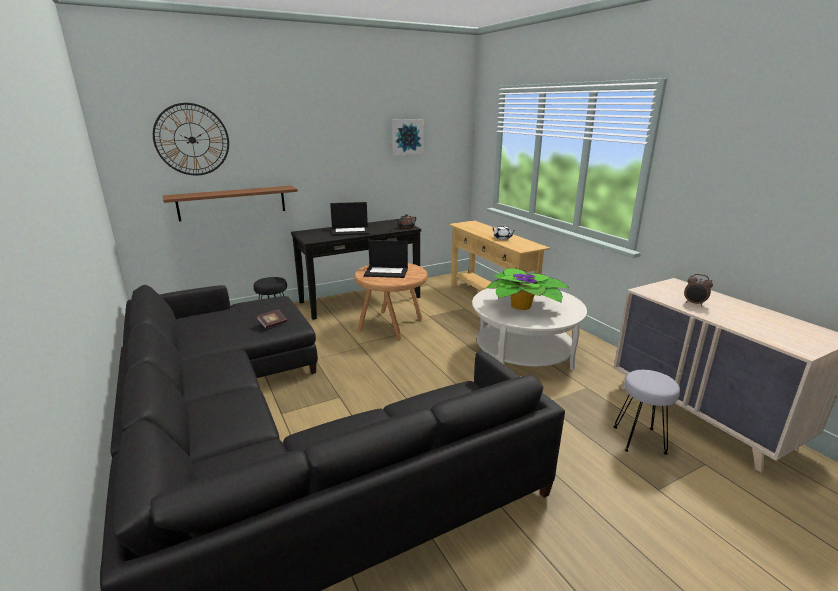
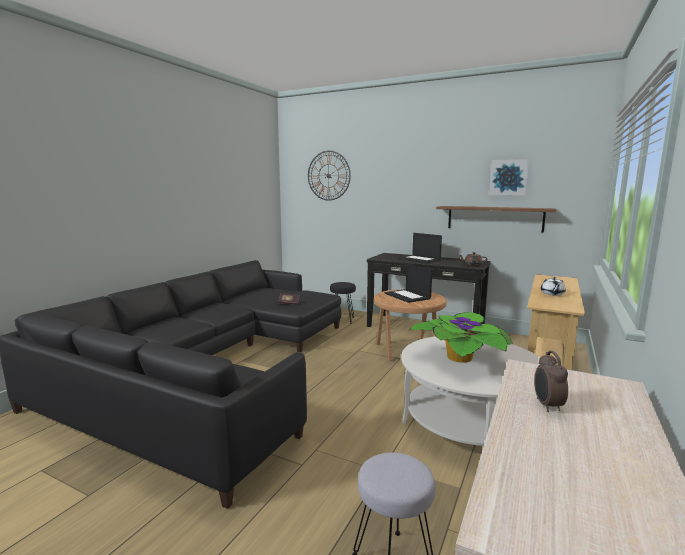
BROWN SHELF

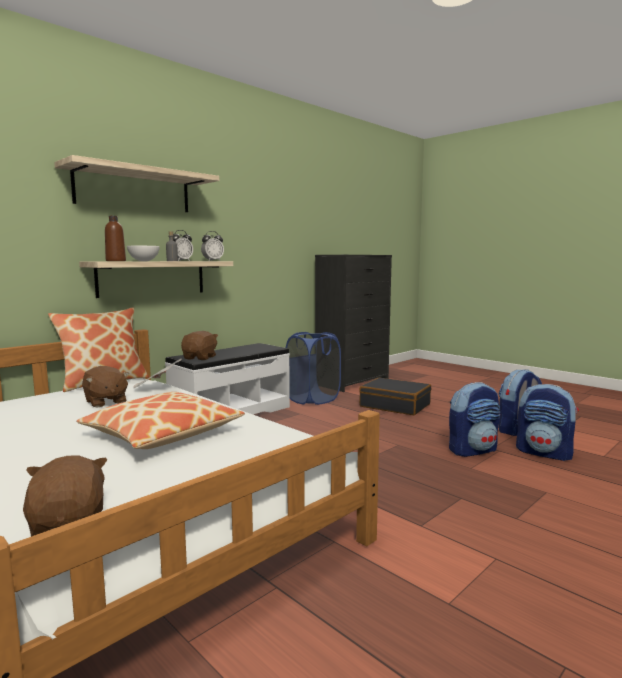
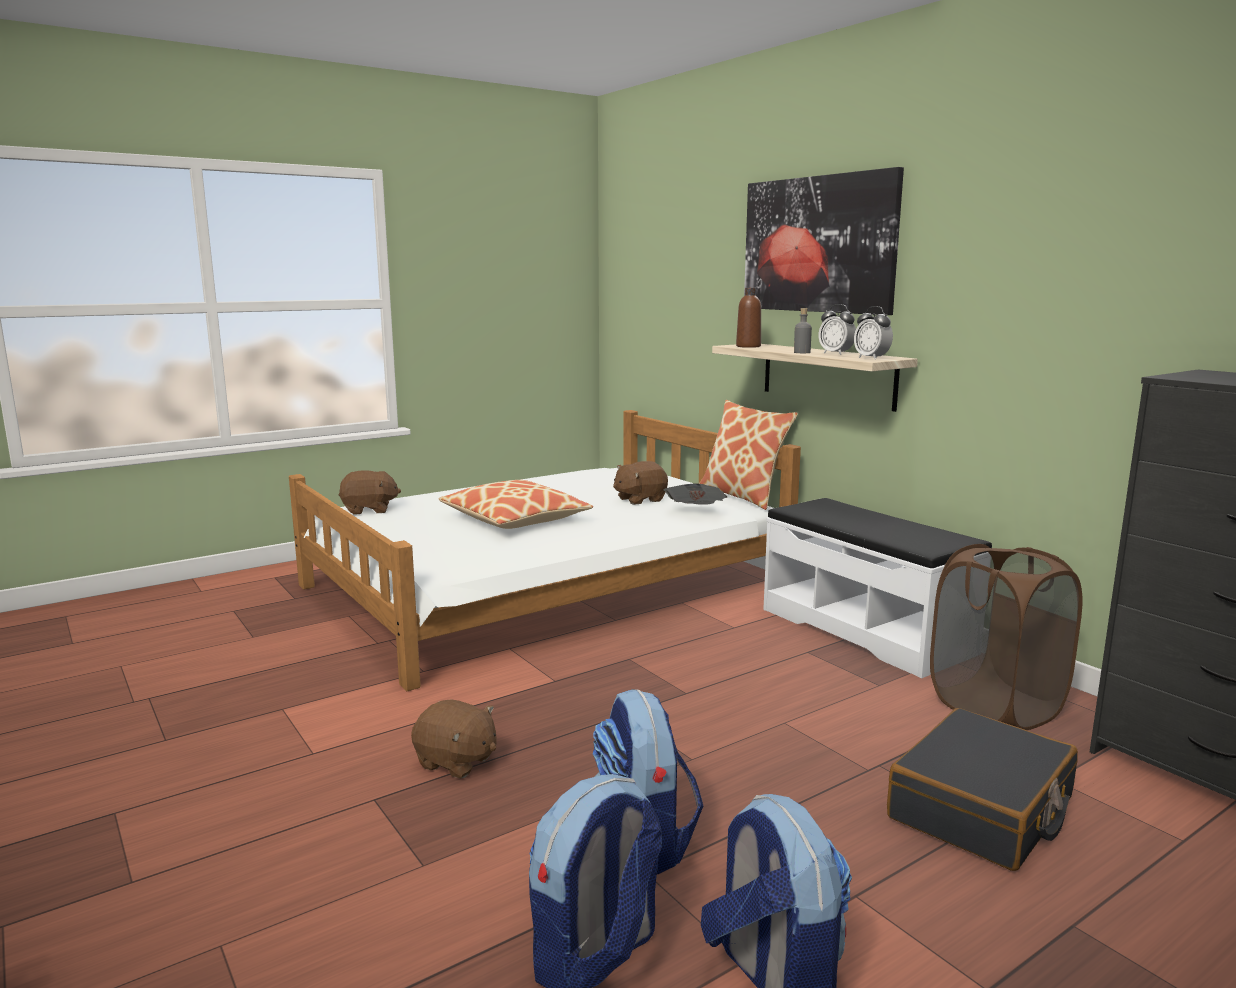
BROWN PLUSH TOY (2nd from left)
PICTURE
BROWN LAUNDRY BASKET
WHITE BOWL

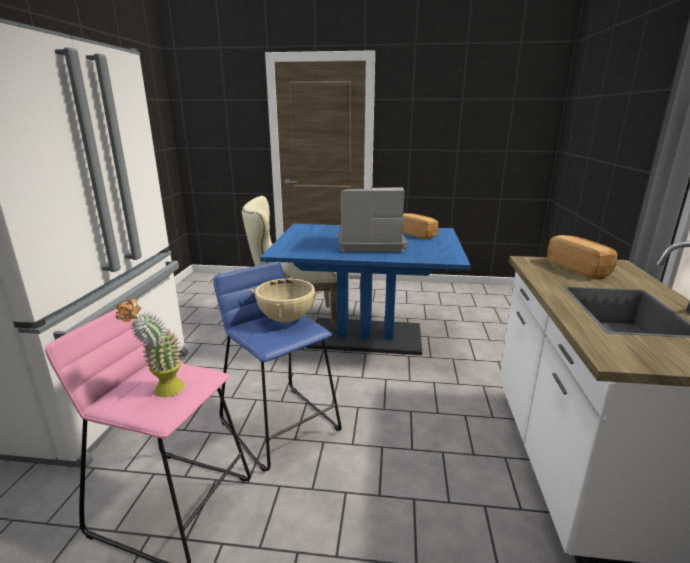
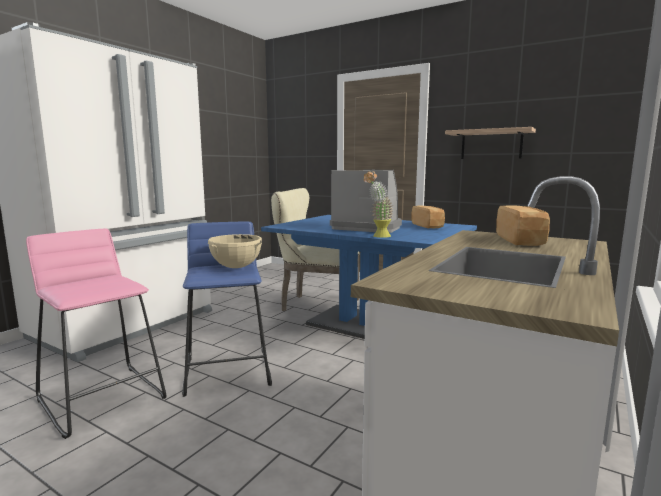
POTTED PLANT
SHELF

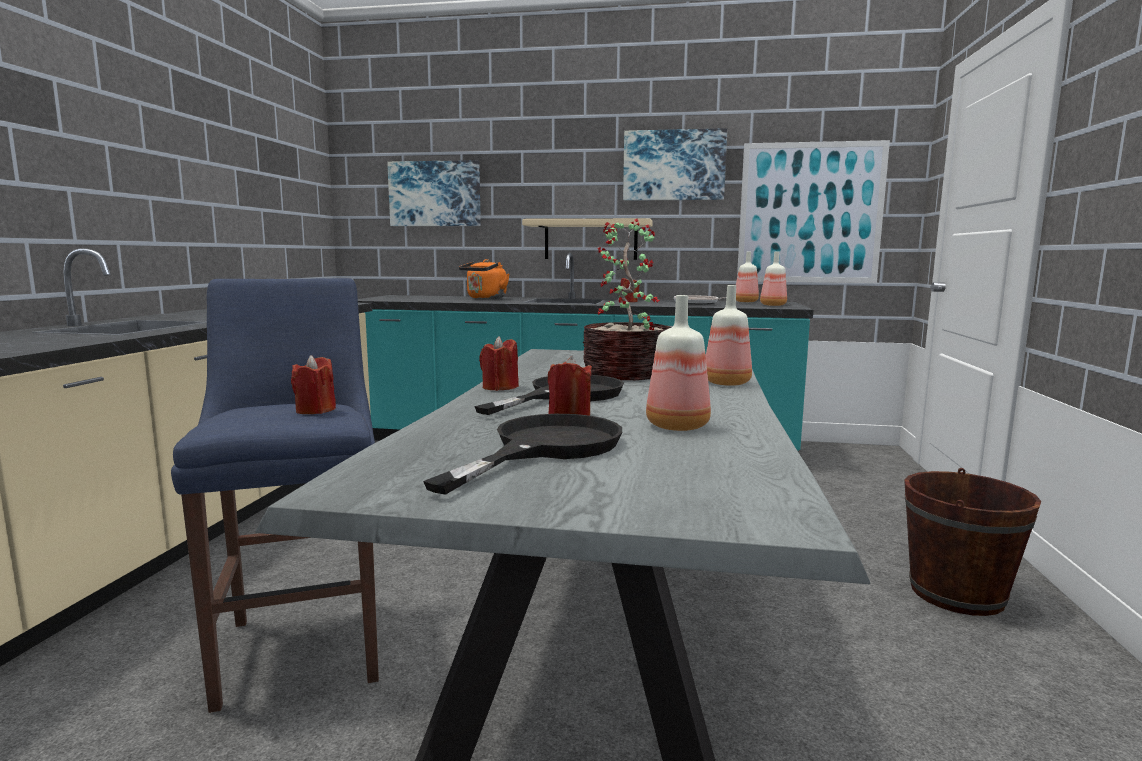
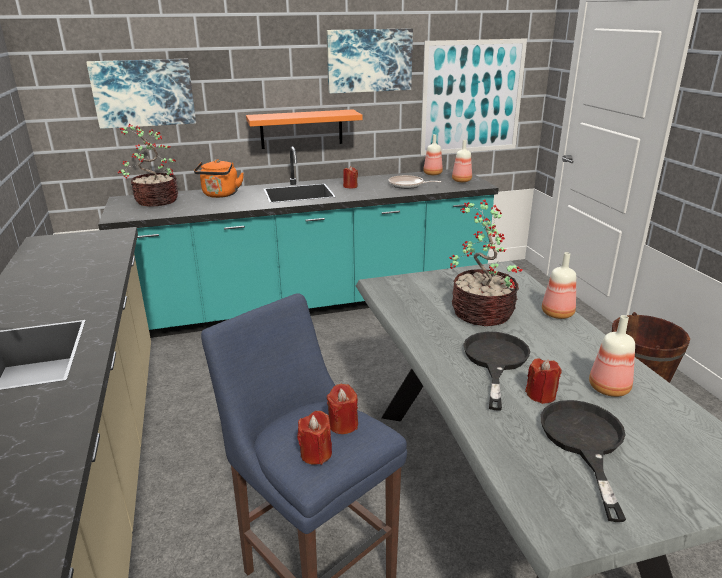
POTTED PLANT (1st from left)
ORANGE SHELF
RED CANDLE (1st from left)

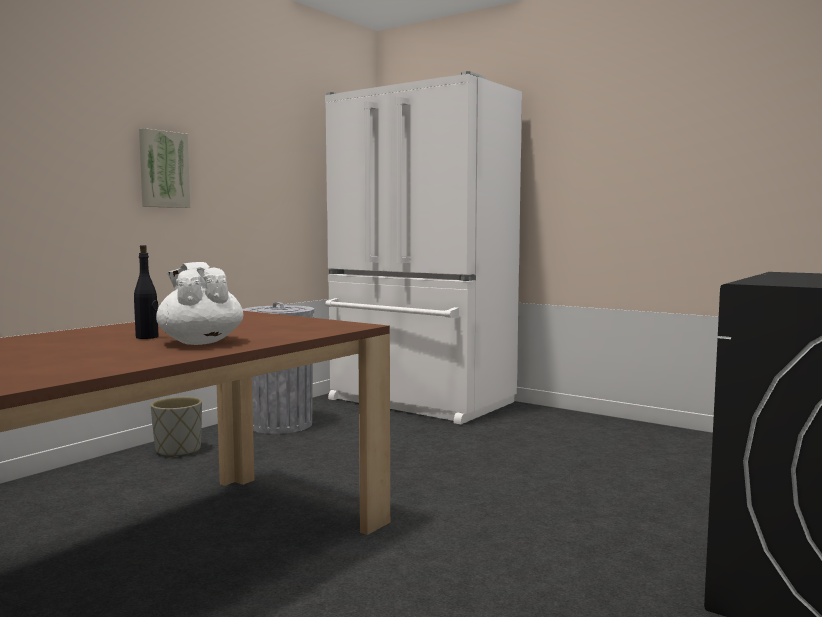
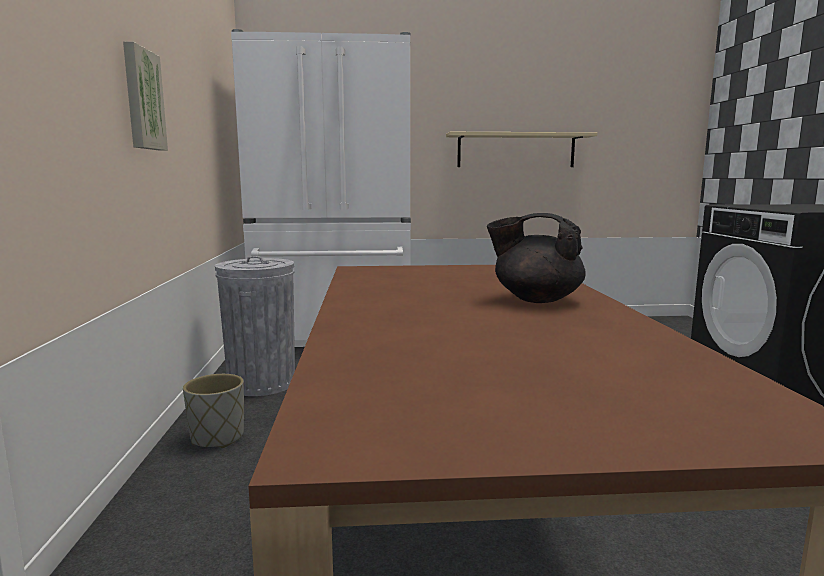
BEIGE SHELF
BLACK TEAPOT
BLACK BOTTLE

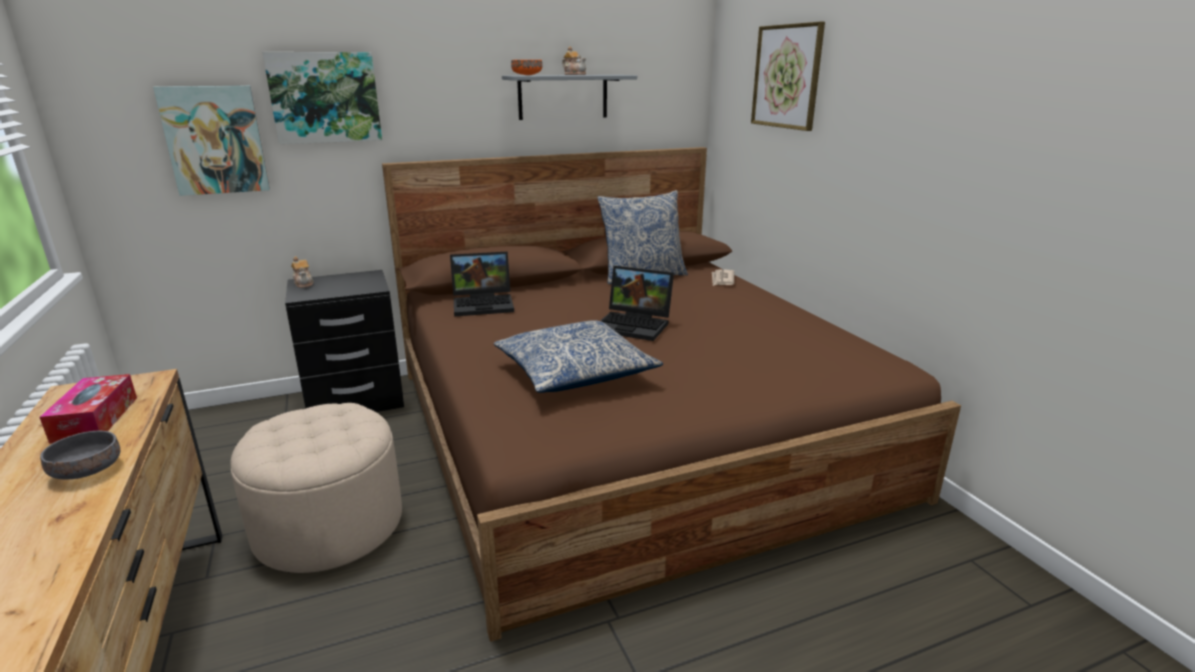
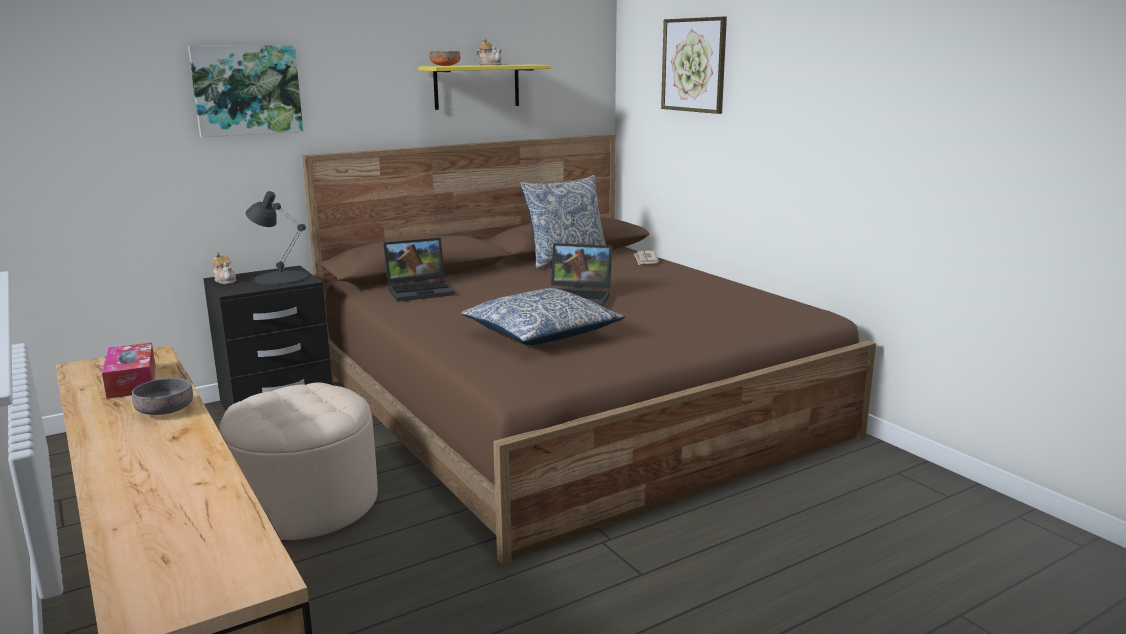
BLACK TABLE LAMP
YELLOW SHELF
PICTURE (1st from left in the first image)

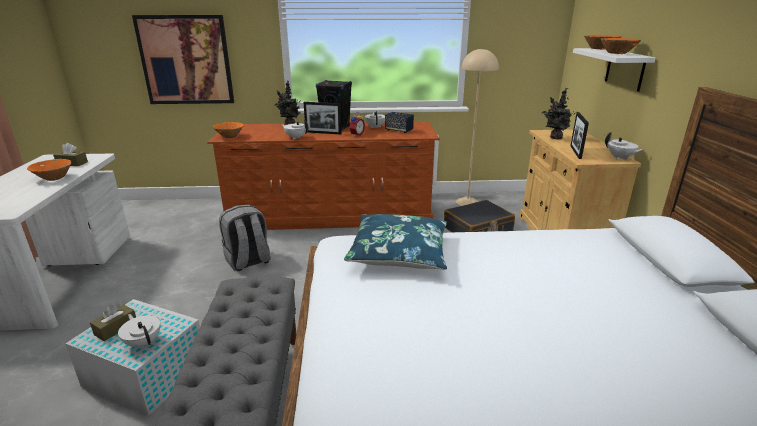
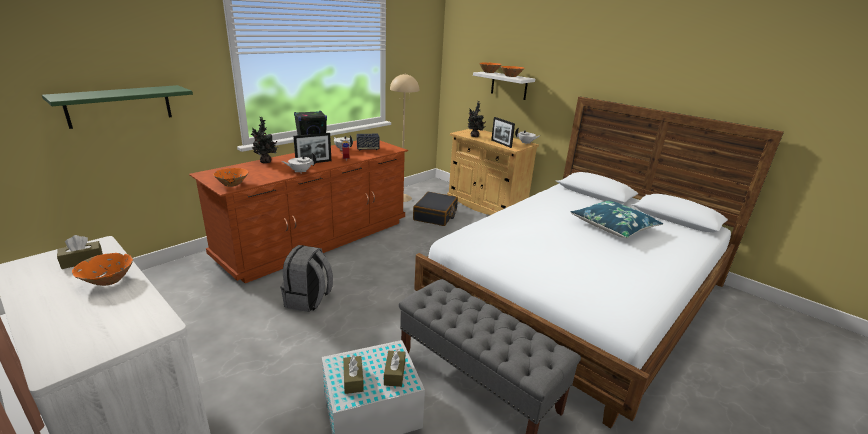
GREEN SHELF
BROWN TISSUE BOX (3rd from left)
BLUE PILLOW

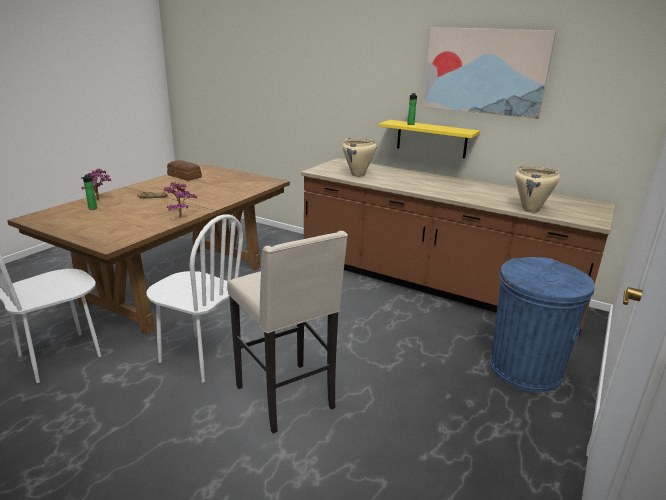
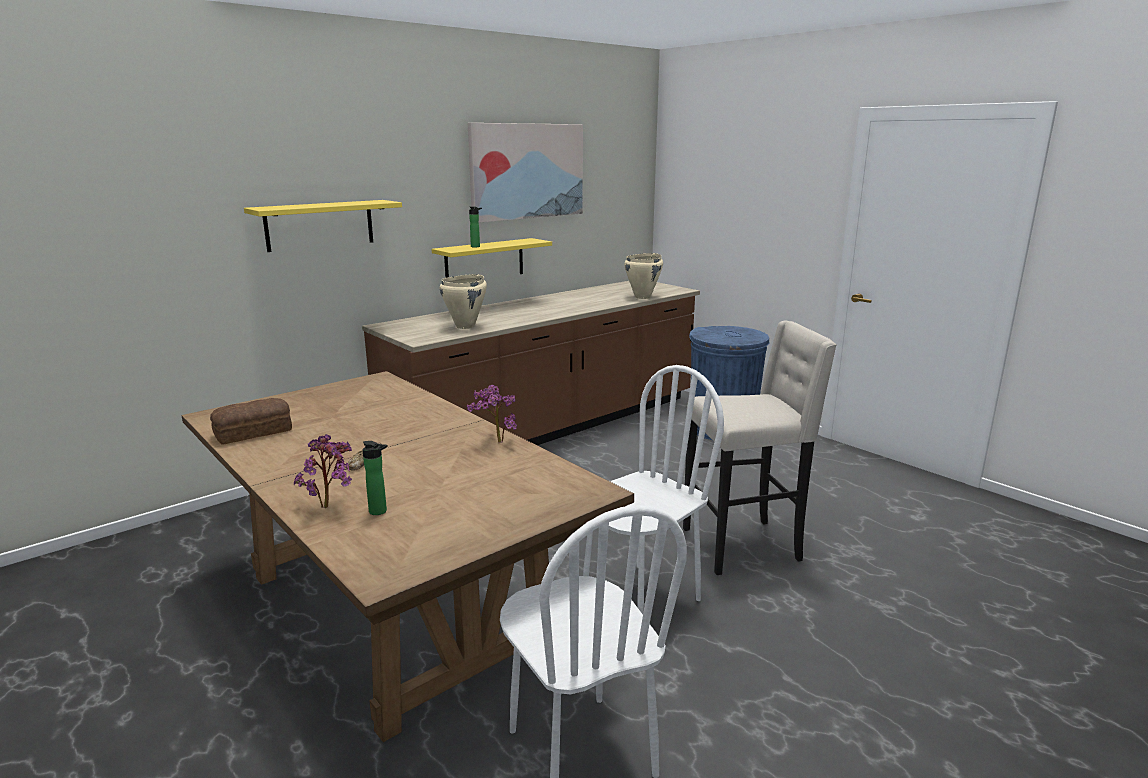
YELLOW SHELF (1st from left)

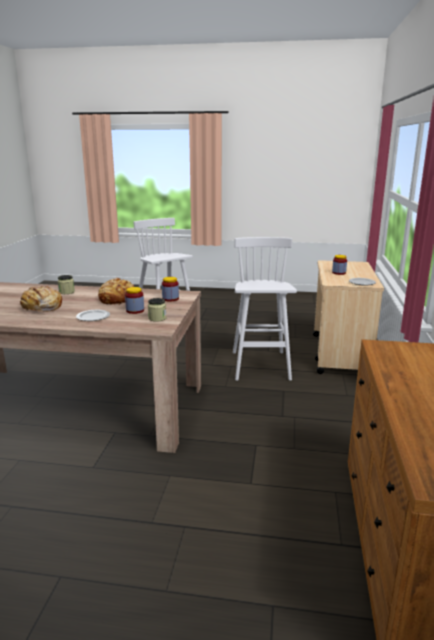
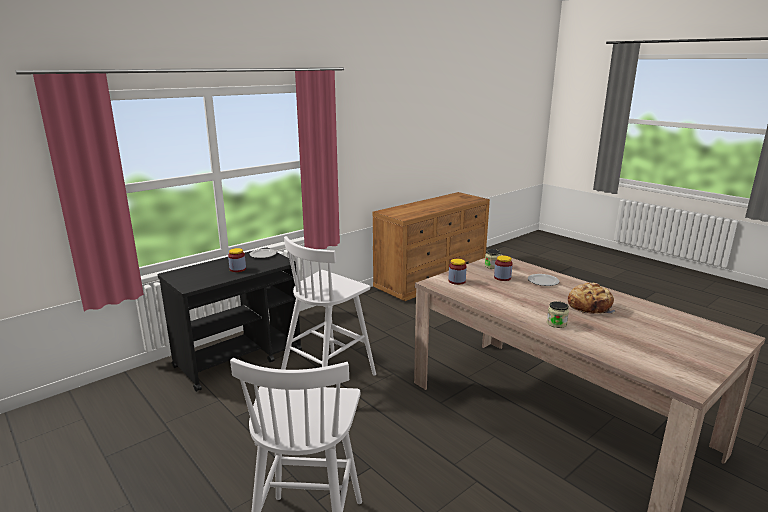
BLACK CART
BREAD (2nd from left in the first image)

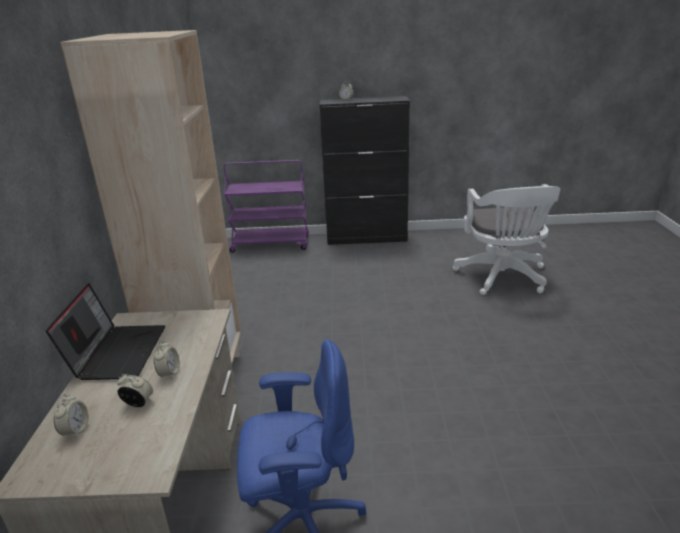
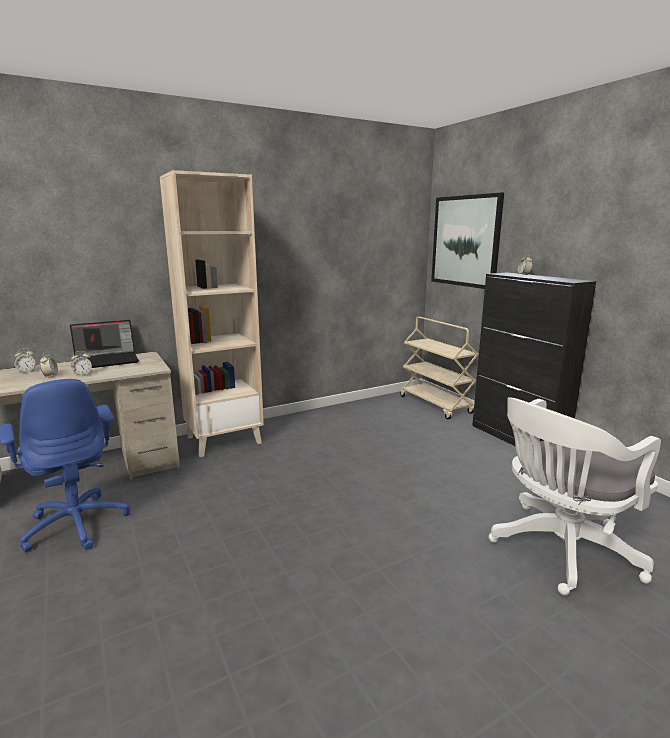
BEIGE CART
PICTURE

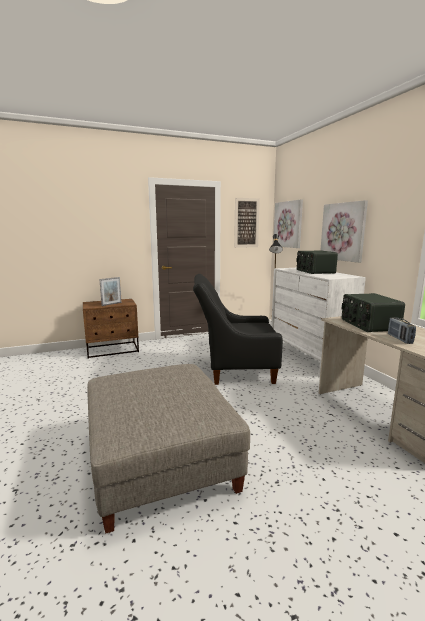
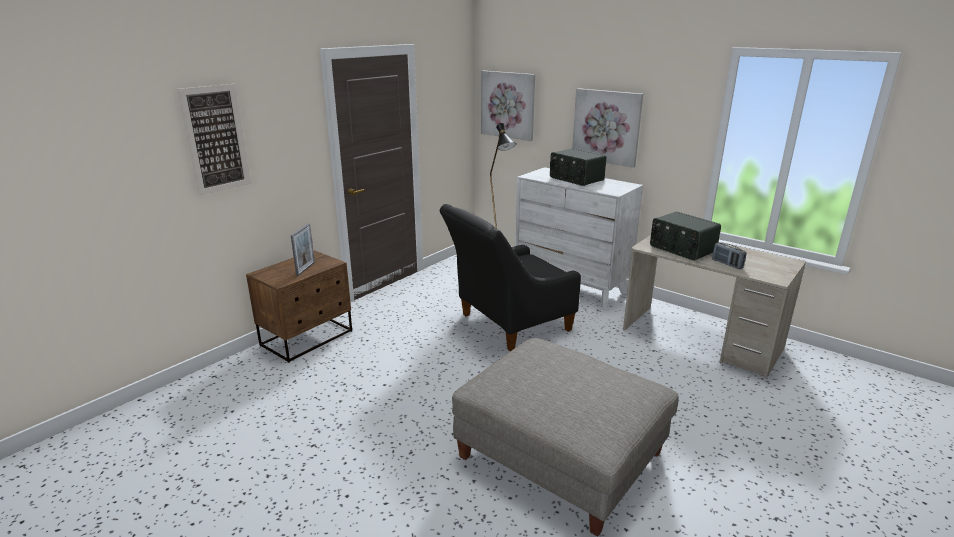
PICTURE (1st from left)

